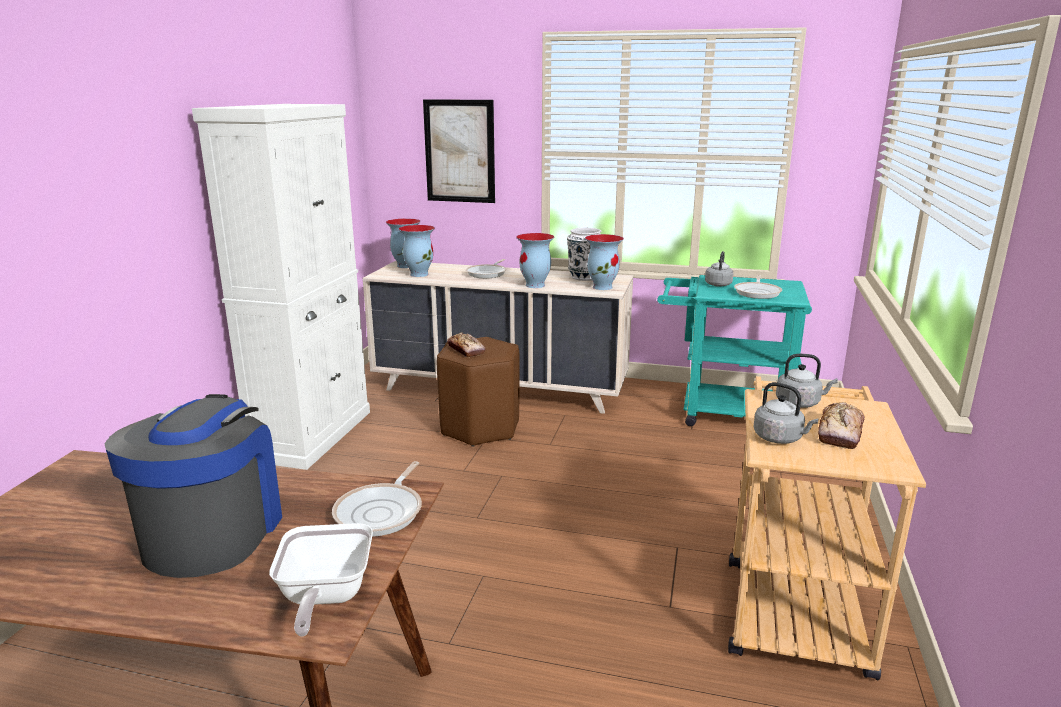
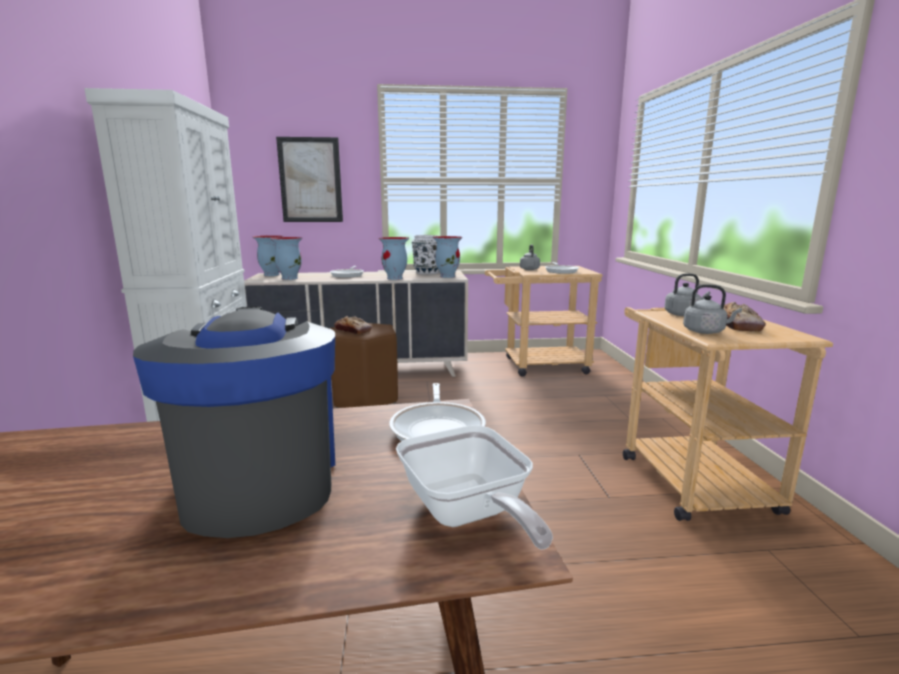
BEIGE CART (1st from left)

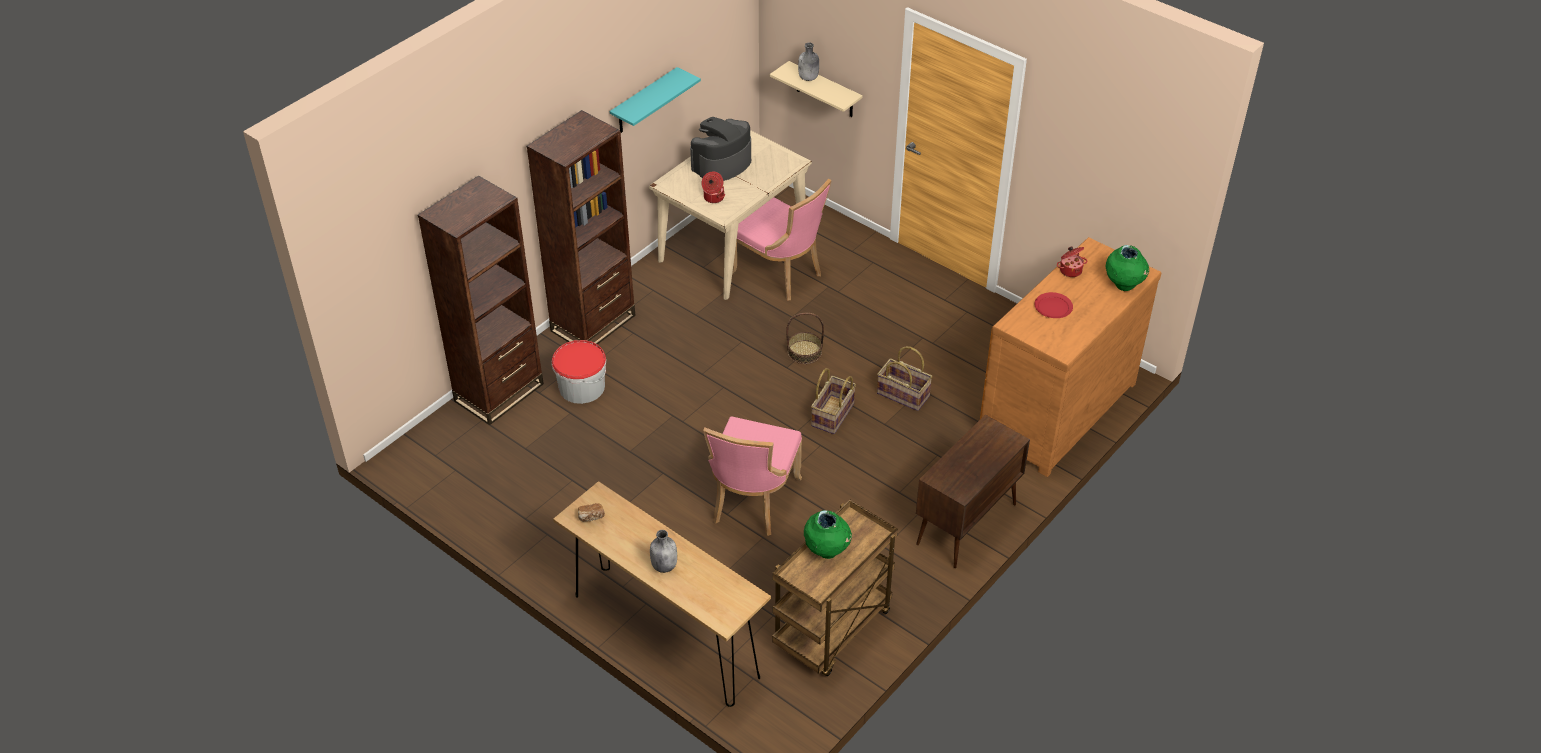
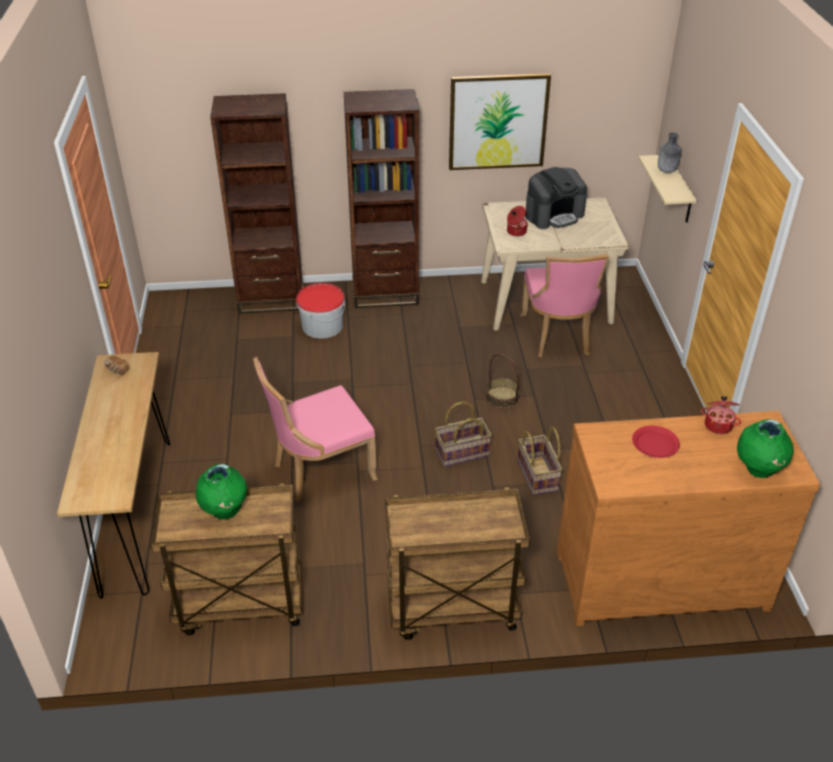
BROWN CART (2nd from left)
PICTURE
COFFEE MACHINE
GREY BOTTLE (1st from left in the first image)

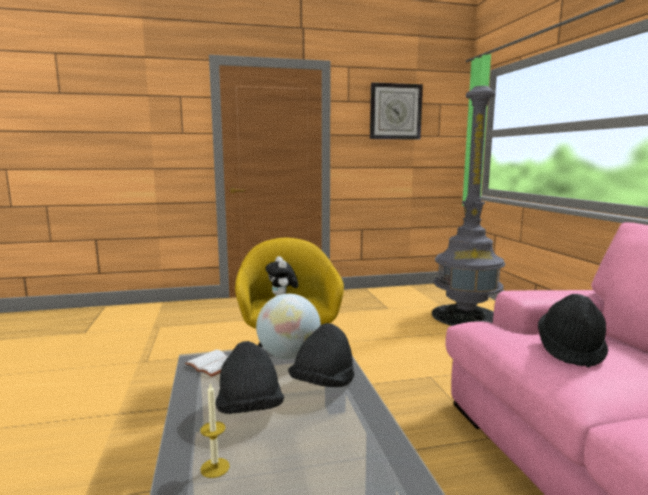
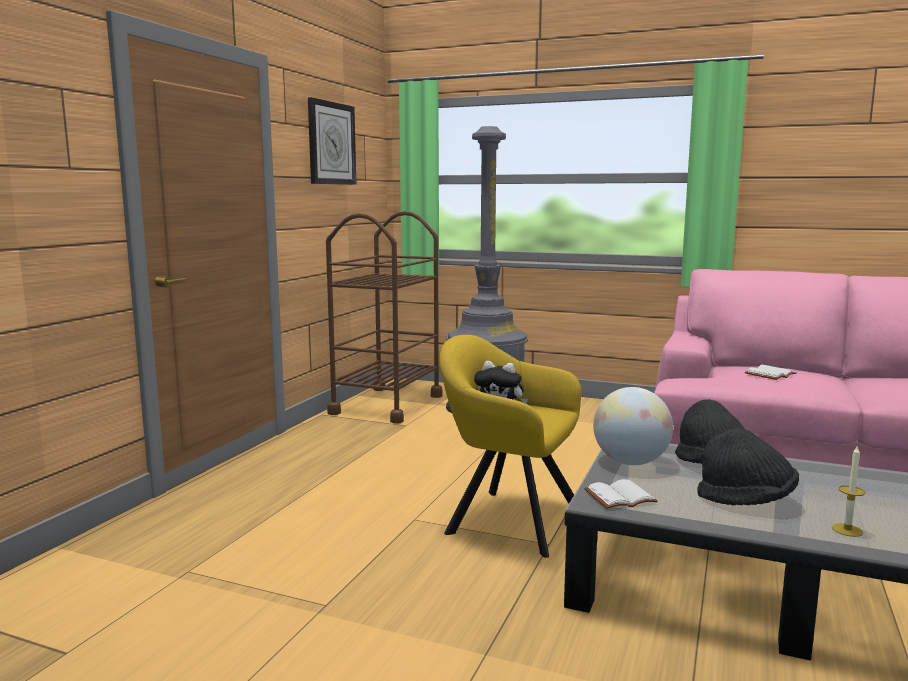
BROWN CART
WHITE BOOK (2nd from left)

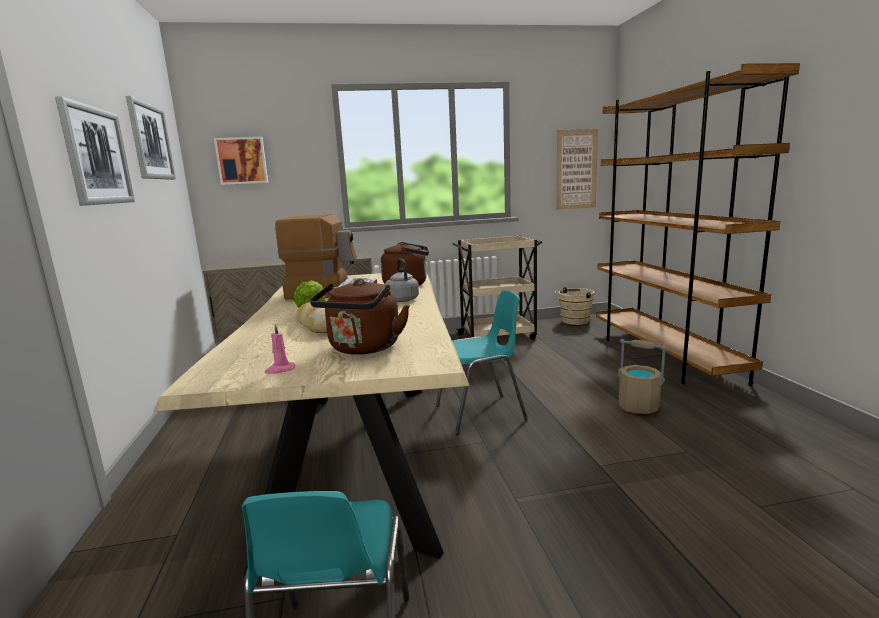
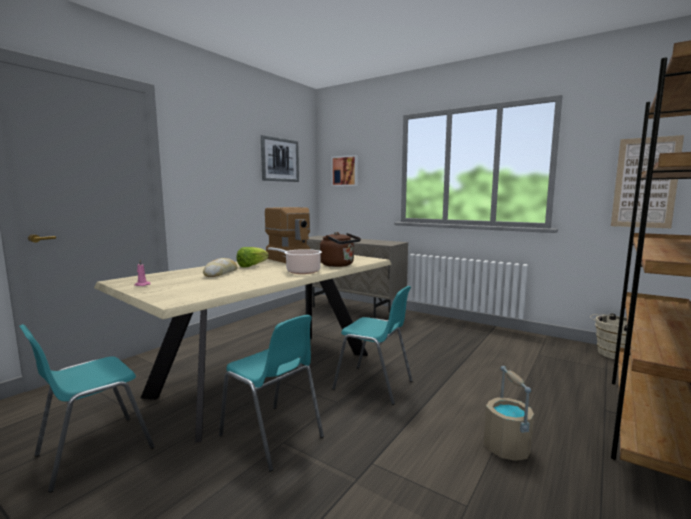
TURQUOISE CHAIR (2nd from left)
COOKING POT
PICTURE (1st from left in the first image)
BROWN KETTLE (1st from left in the first image)
BEIGE CART

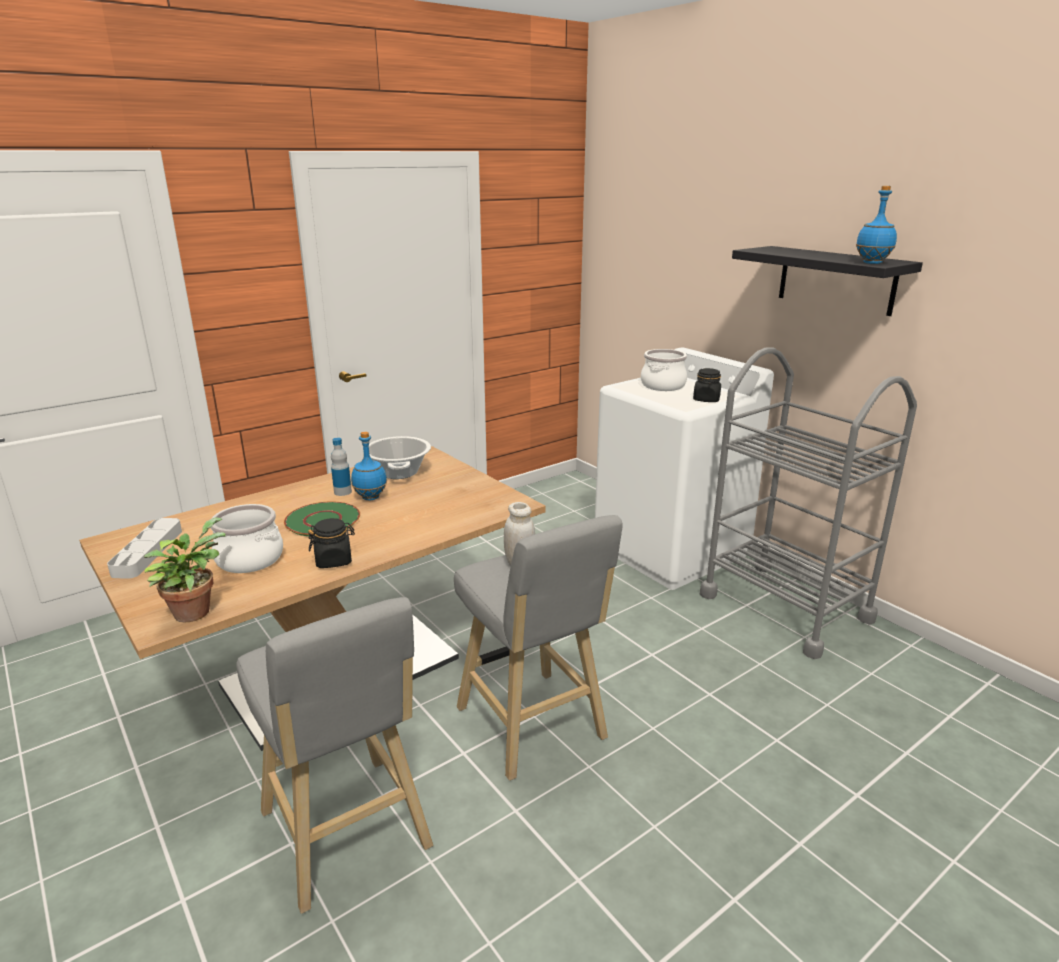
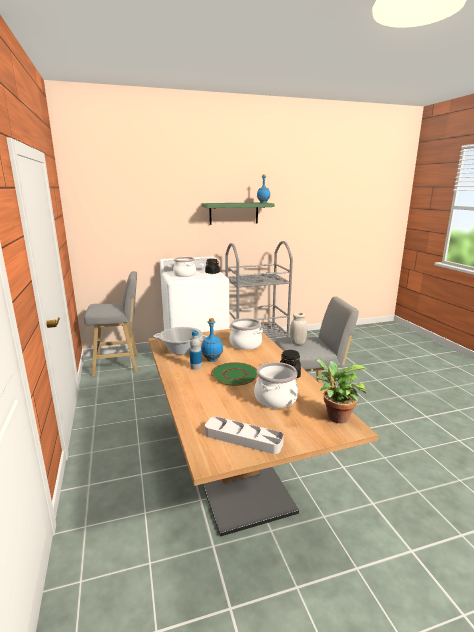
GREY STOOL (1st from left)
GREEN SHELF
COOKING POT (3rd from left)

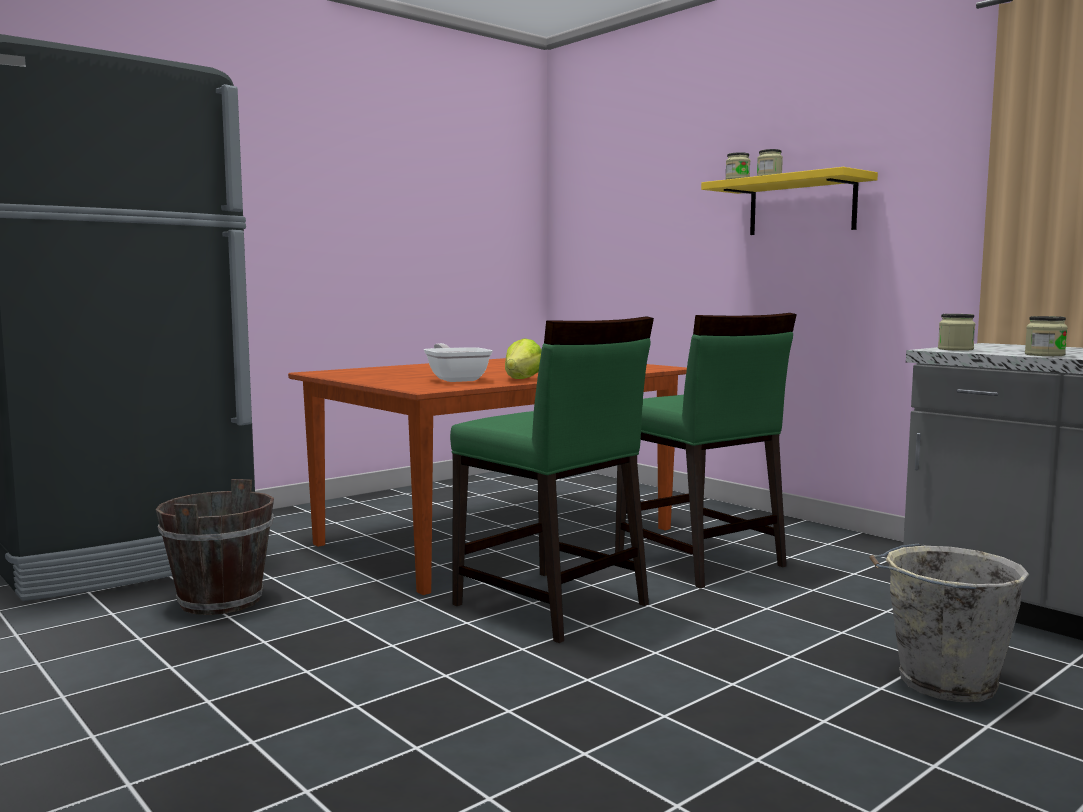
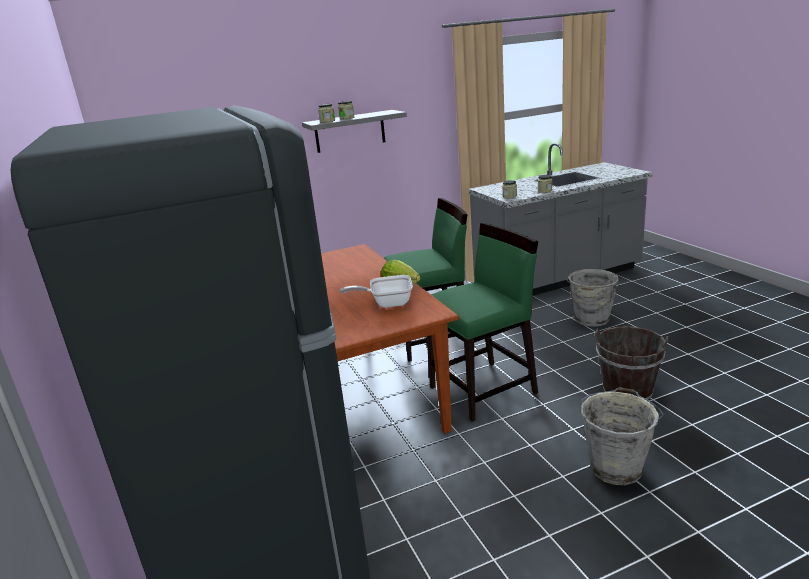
GREY SHELF
GREY BUCKET (2nd from left)
BROWN BUCKET

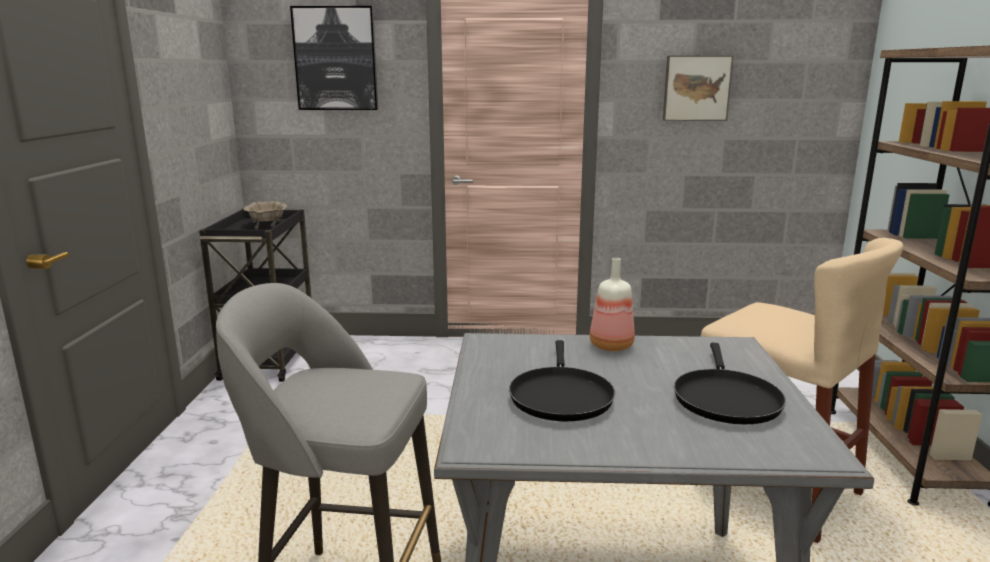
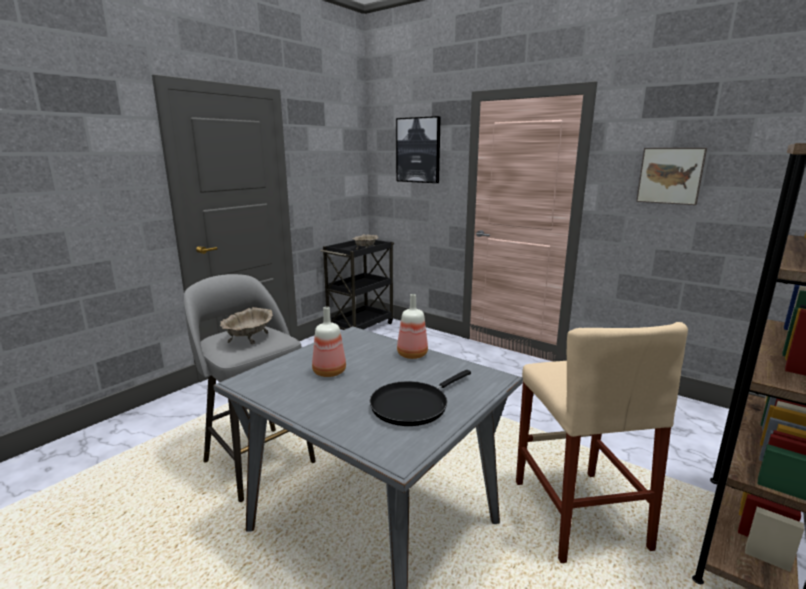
BEIGE BOWL (1st from left)
BOTTLE (1st from left)

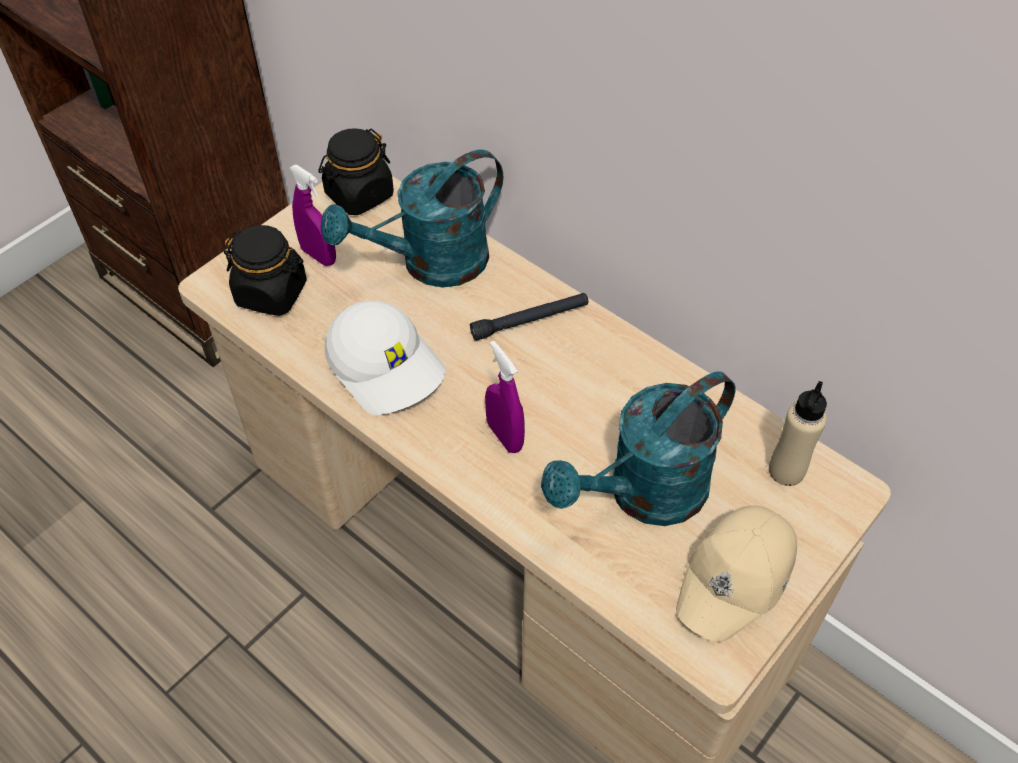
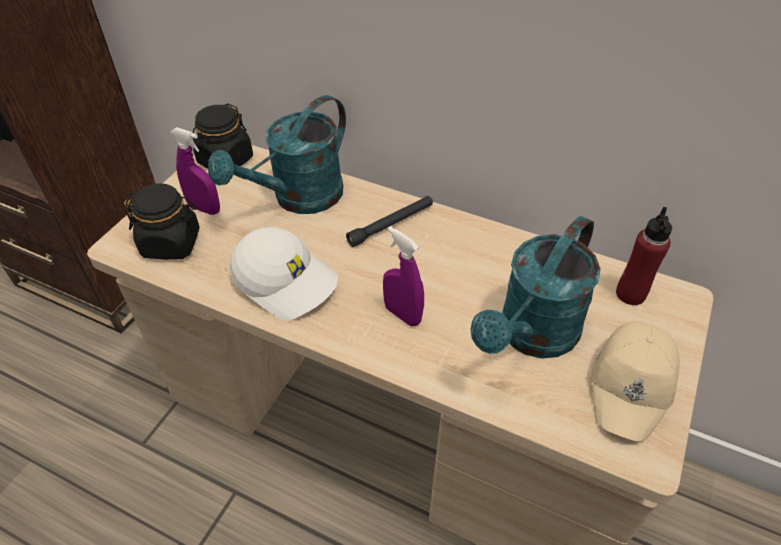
RED BOTTLE

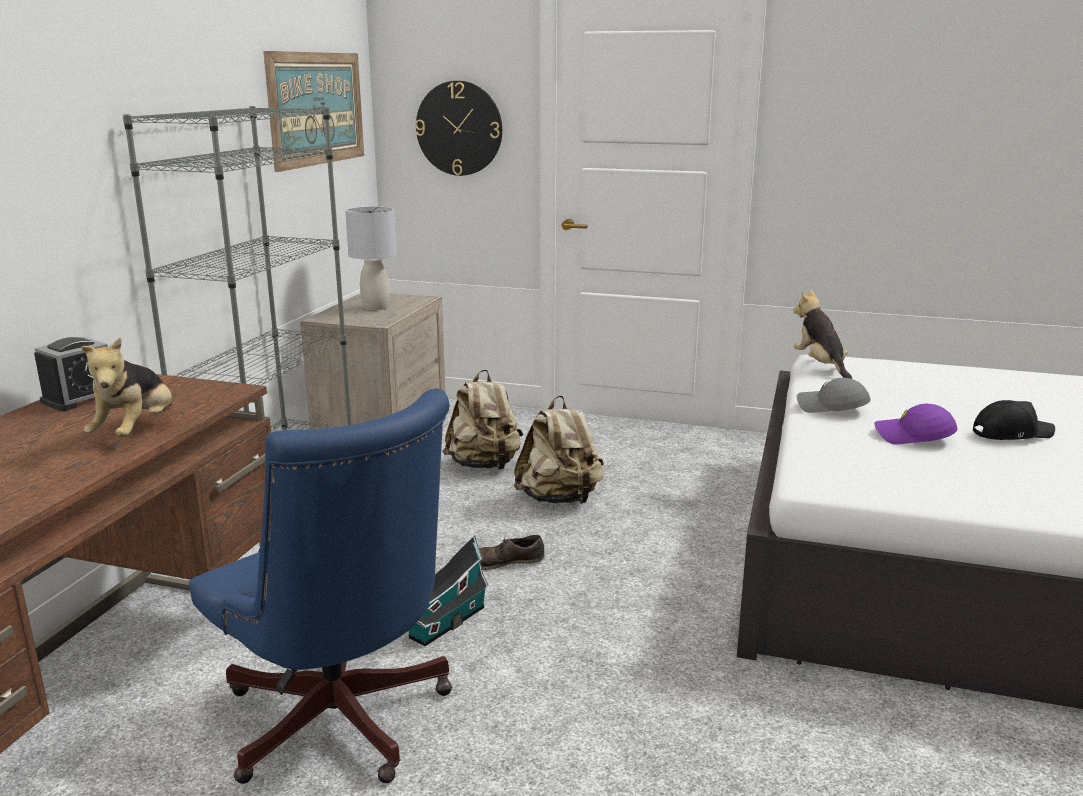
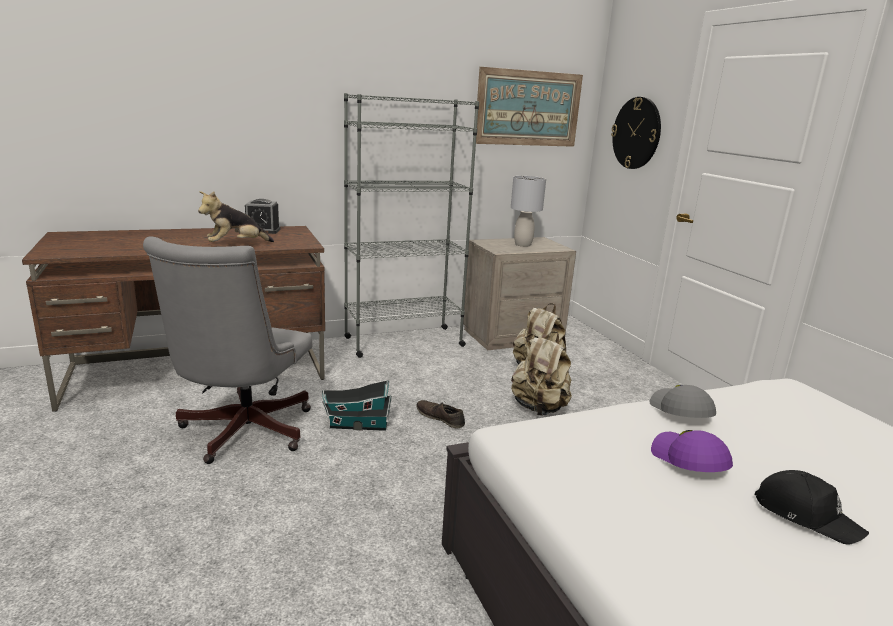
GREY OFFICE CHAIR
PLUSH TOY (2nd from left in the first image)

